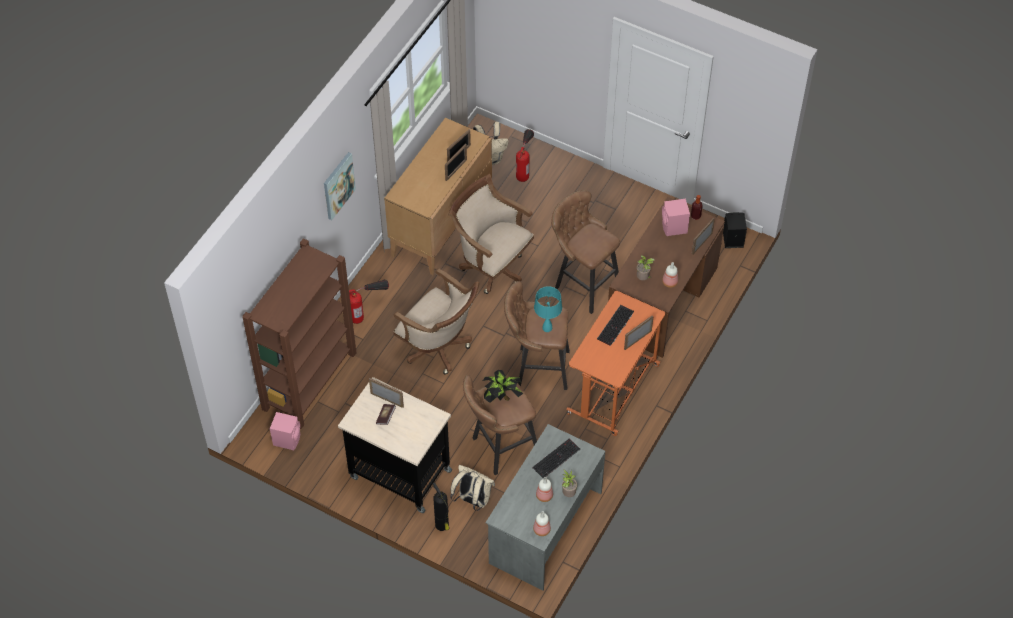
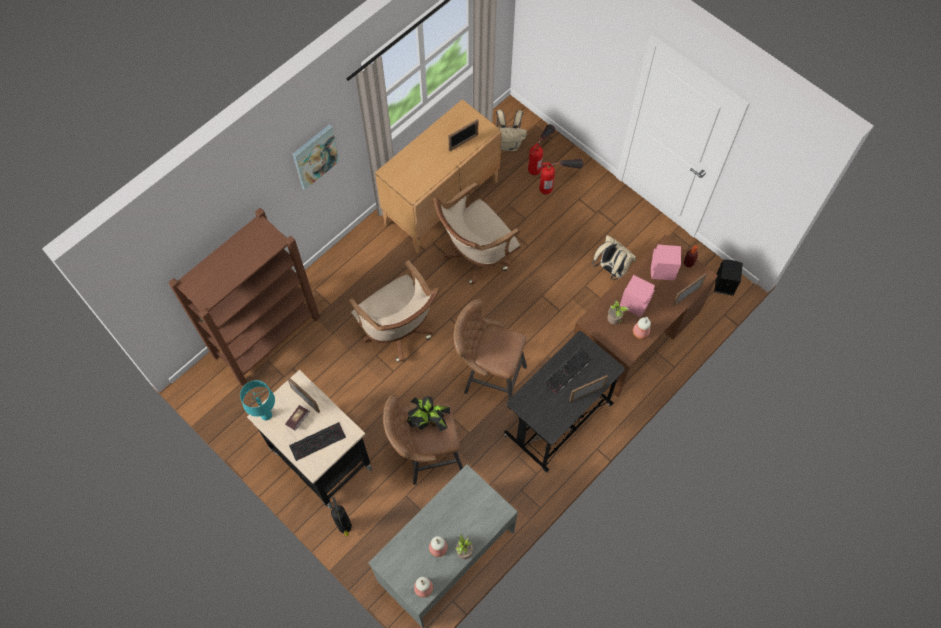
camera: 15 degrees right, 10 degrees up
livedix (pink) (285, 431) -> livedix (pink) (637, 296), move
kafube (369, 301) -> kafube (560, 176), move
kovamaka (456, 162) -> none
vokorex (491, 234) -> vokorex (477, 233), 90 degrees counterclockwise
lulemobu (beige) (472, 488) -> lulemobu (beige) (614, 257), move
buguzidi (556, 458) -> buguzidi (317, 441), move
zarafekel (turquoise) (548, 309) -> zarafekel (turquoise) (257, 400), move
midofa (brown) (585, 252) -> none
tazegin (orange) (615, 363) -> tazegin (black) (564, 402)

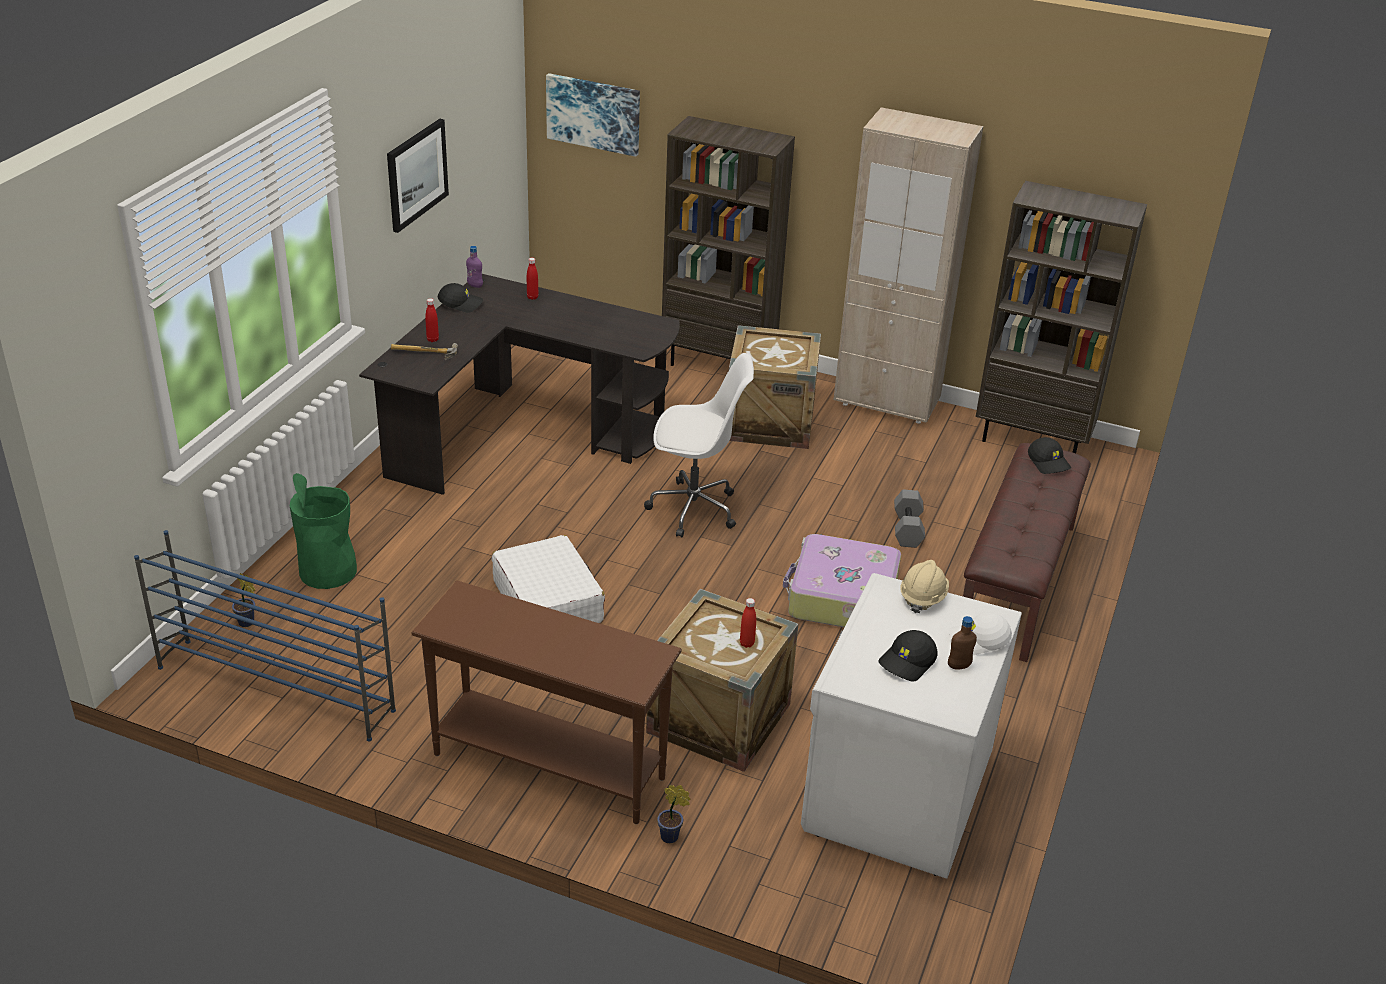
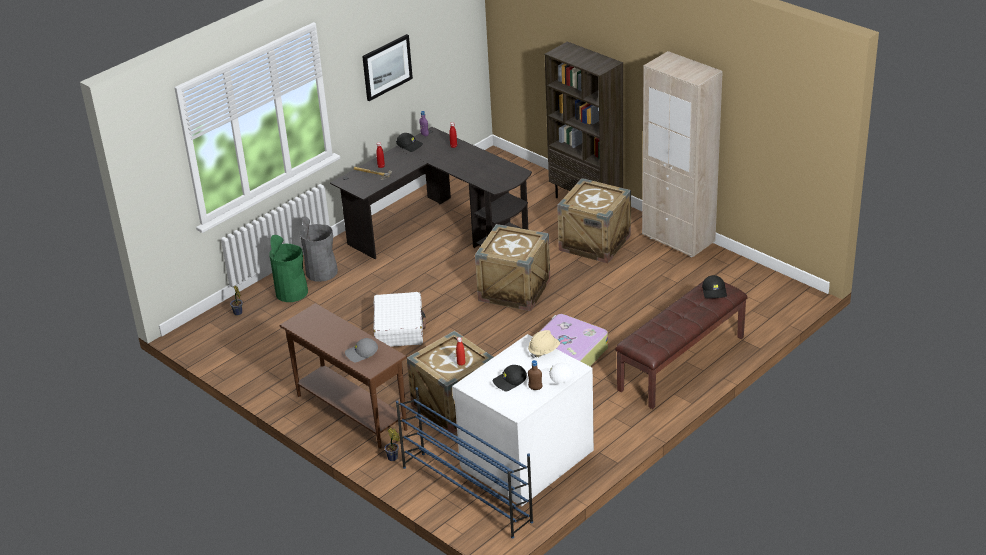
camera: 25 degrees right, 0 degrees up
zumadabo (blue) (265, 635) -> zumadabo (blue) (464, 463), move
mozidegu (593, 115) -> none
vokorex (white) (699, 445) -> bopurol (512, 267)
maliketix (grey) (909, 518) -> none
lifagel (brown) (1061, 317) -> none
none -> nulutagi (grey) (319, 249)
none -> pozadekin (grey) (361, 350)

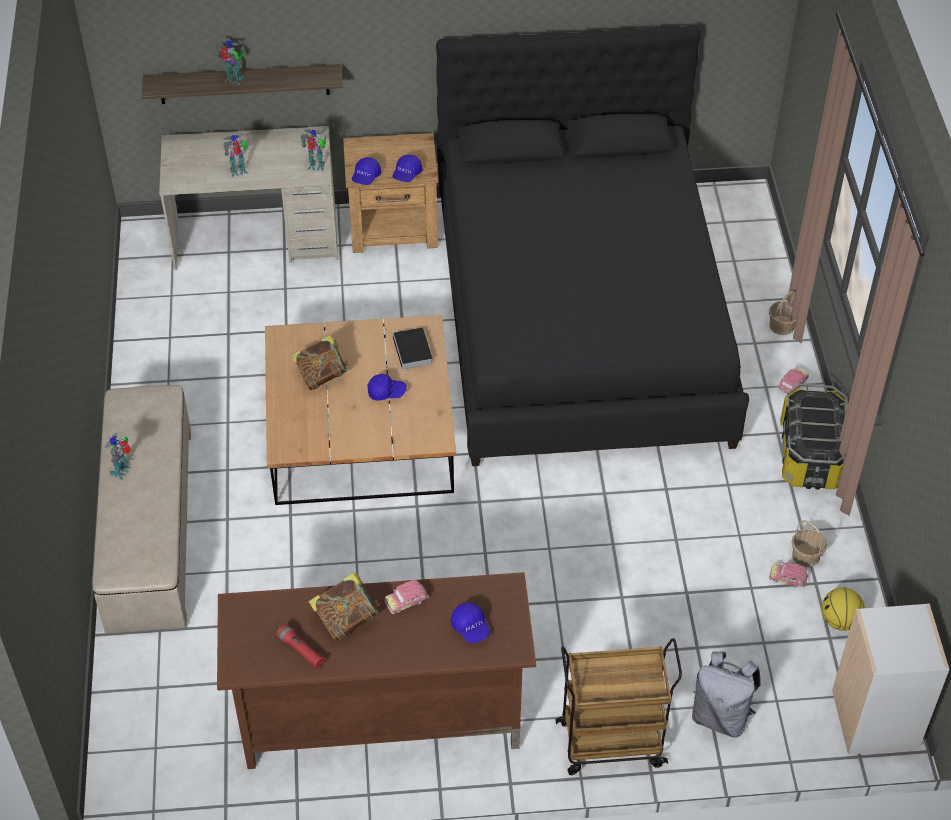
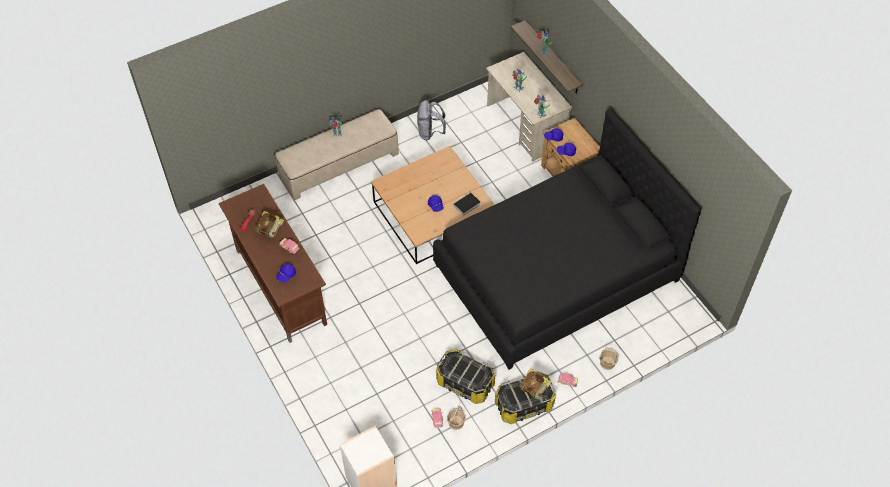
camera: 65 degrees right, 5 degrees up
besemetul (320, 362) -> besemetul (535, 383), move
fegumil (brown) (618, 706) -> none
lulemobu (grey) (726, 694) -> lulemobu (grey) (431, 120), move
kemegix (843, 609) -> none
none -> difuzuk (465, 376)

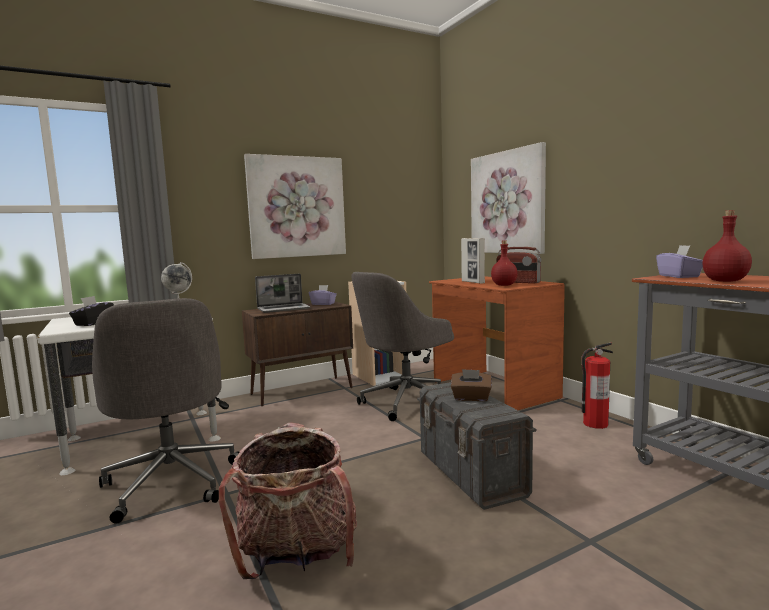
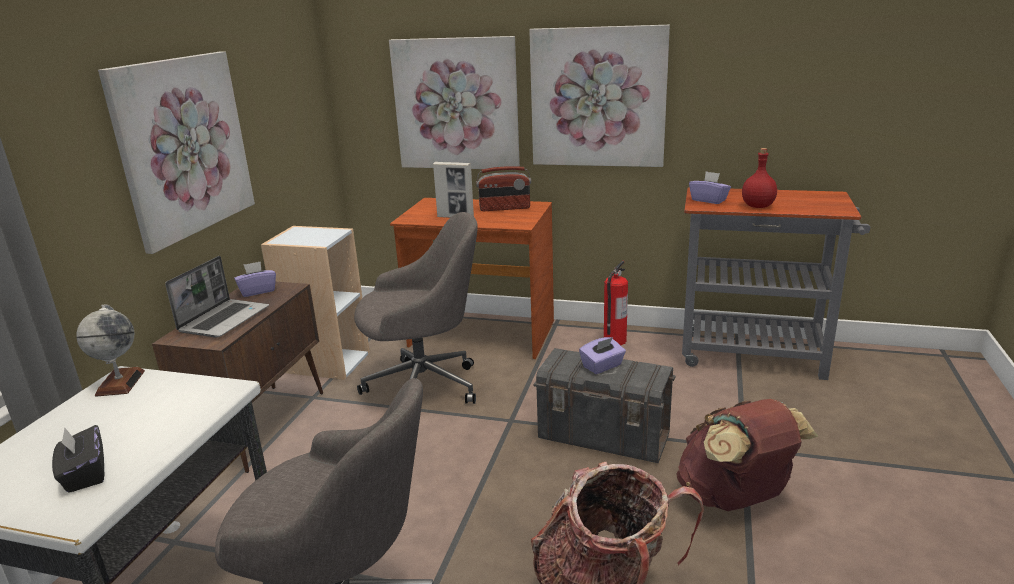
camera: 45 degrees left, 15 degrees up
vokorex (grey) (403, 346) -> vokorex (grey) (416, 308), 105 degrees counterclockwise
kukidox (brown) (471, 385) -> kukidox (purple) (602, 355)
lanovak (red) (504, 263) -> none
none -> mozidegu (599, 96)
none -> lulemobu (brown) (747, 455)

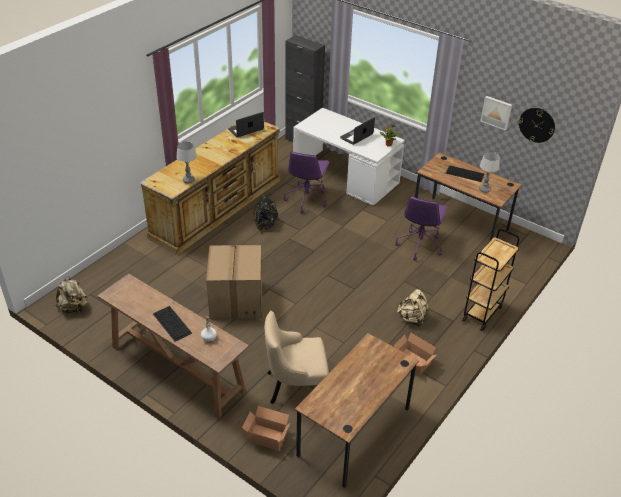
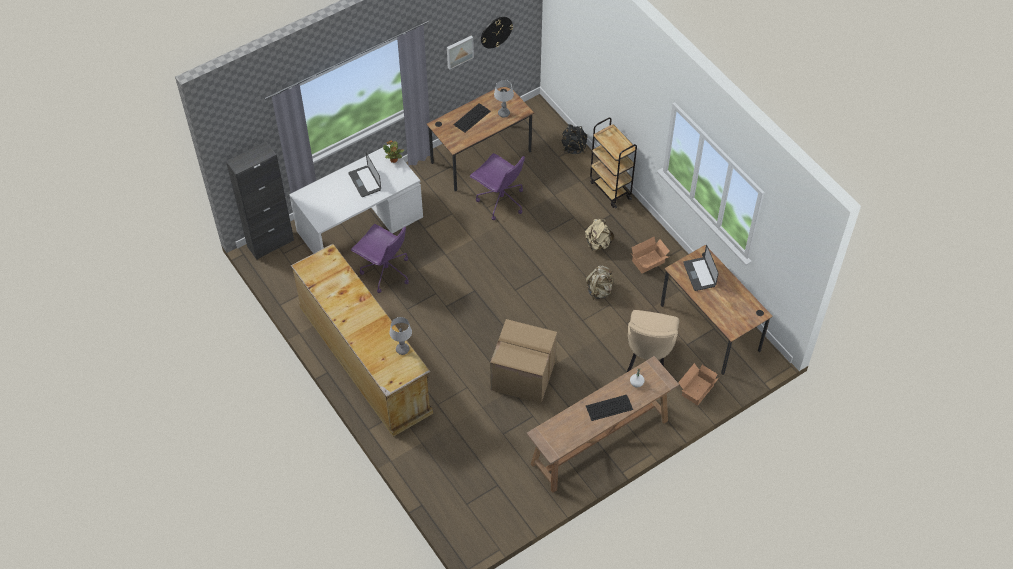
camera: 70 degrees left, 15 degrees up
lulemobu (beige) (71, 295) -> lulemobu (beige) (600, 283), move
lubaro (246, 124) -> lubaro (701, 267), move
lulemobu (black) (265, 213) -> lulemobu (black) (574, 139), move

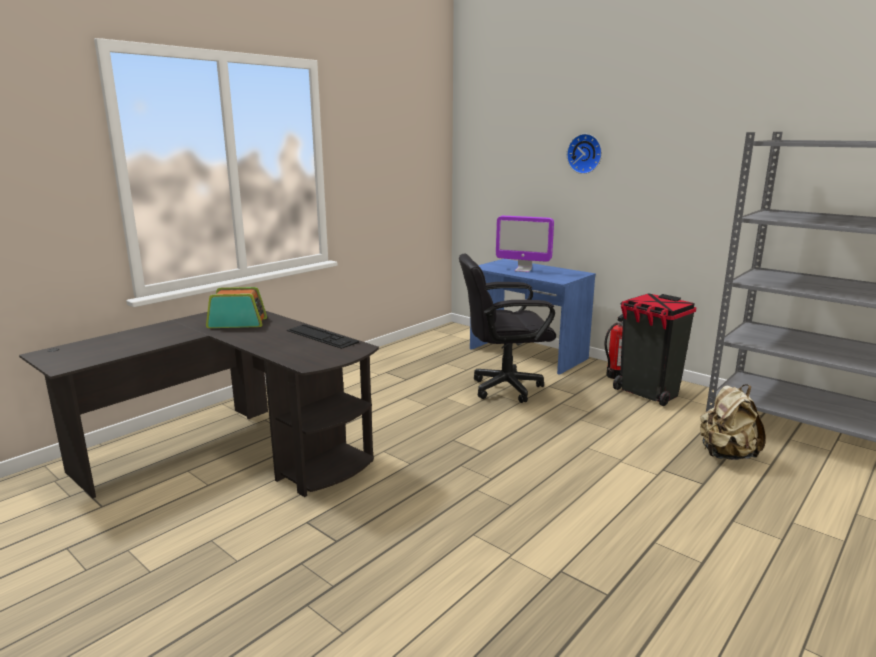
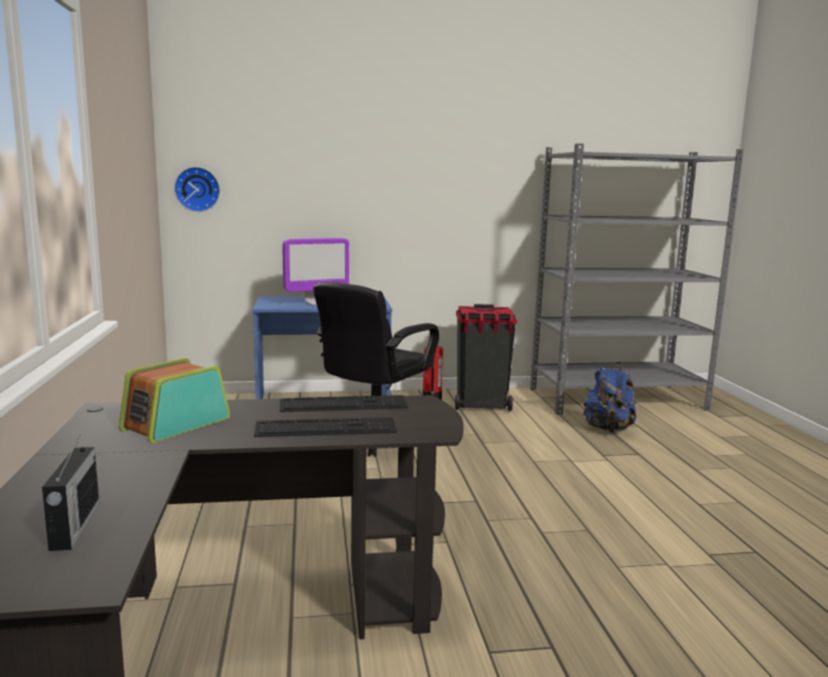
camera: 50 degrees left, 5 degrees down
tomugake (584, 154) -> tomugake (197, 189), move
lulemobu (beige) (733, 422) -> lulemobu (blue) (609, 397)
none -> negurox (70, 493)
none -> buguzidi (325, 427)

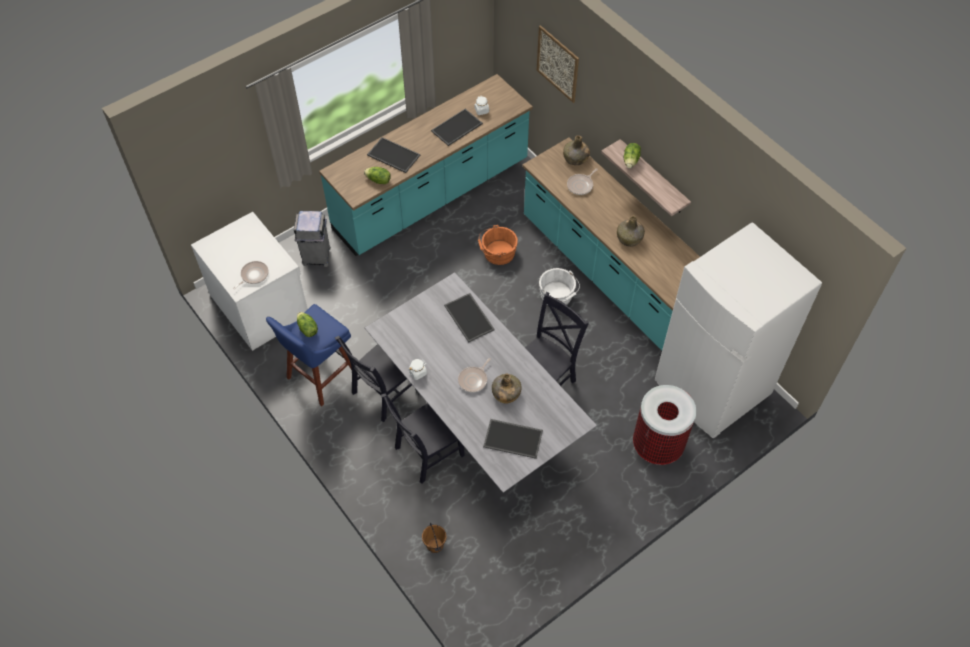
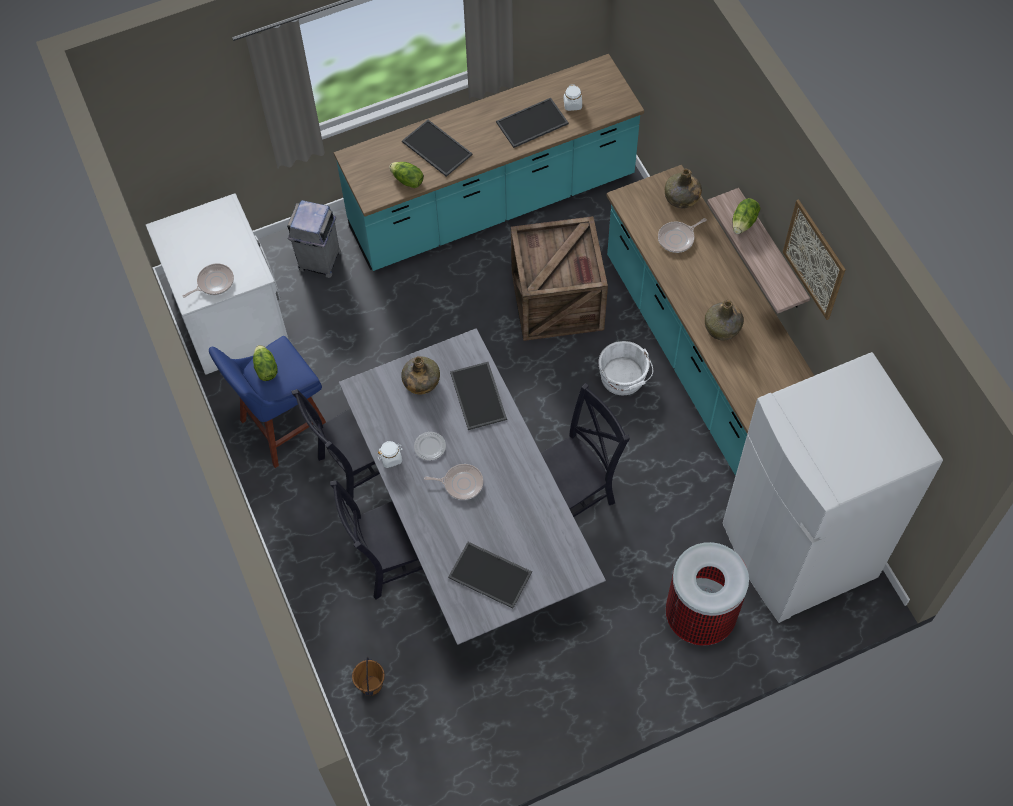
camera: 15 degrees right, 5 degrees up
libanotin (474, 375) -> libanotin (453, 482), 135 degrees counterclockwise
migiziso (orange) (498, 245) -> bopurol (559, 278)
lanovak (green) (507, 388) -> lanovak (green) (420, 375), move
mozidegu (558, 64) -> mozidegu (814, 259), move
none -> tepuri (430, 446)

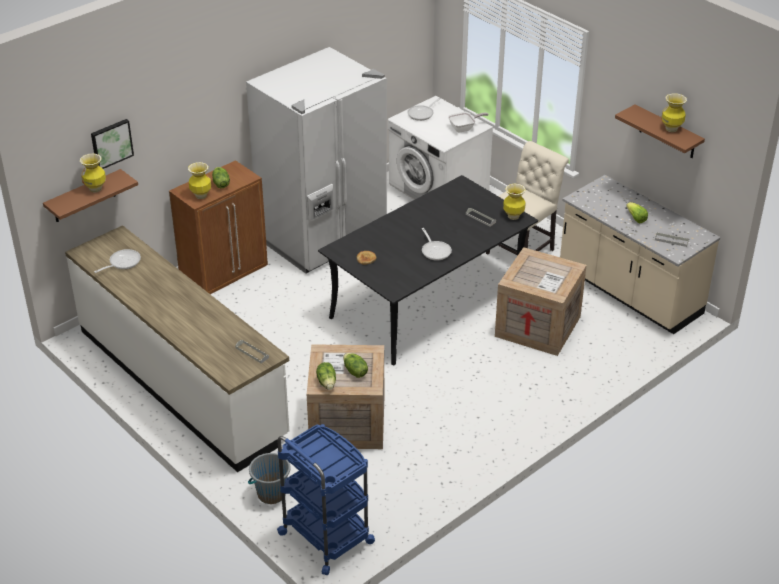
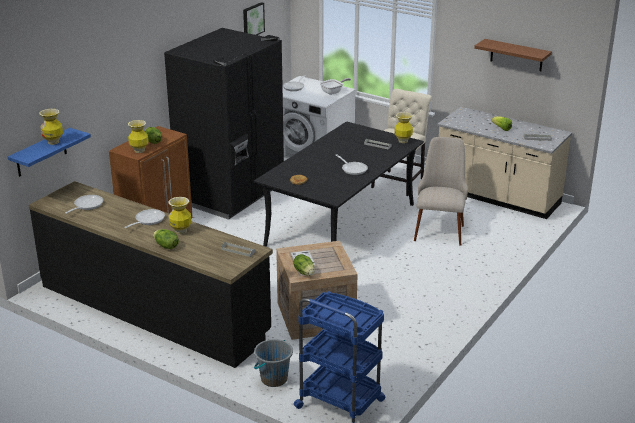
camera: 15 degrees left, 10 degrees down
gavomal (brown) (90, 195) -> gavomal (blue) (49, 152)
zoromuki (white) (177, 348) -> zoromuki (black) (151, 274)
mozidegu (112, 144) -> mozidegu (254, 18), move
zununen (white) (316, 160) -> zununen (black) (224, 124)
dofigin (355, 365) -> dofigin (166, 239), move
bopurol (541, 301) -> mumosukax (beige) (441, 191)
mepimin (674, 112) -> mepimin (180, 216), move
none -> libanotin (144, 218)

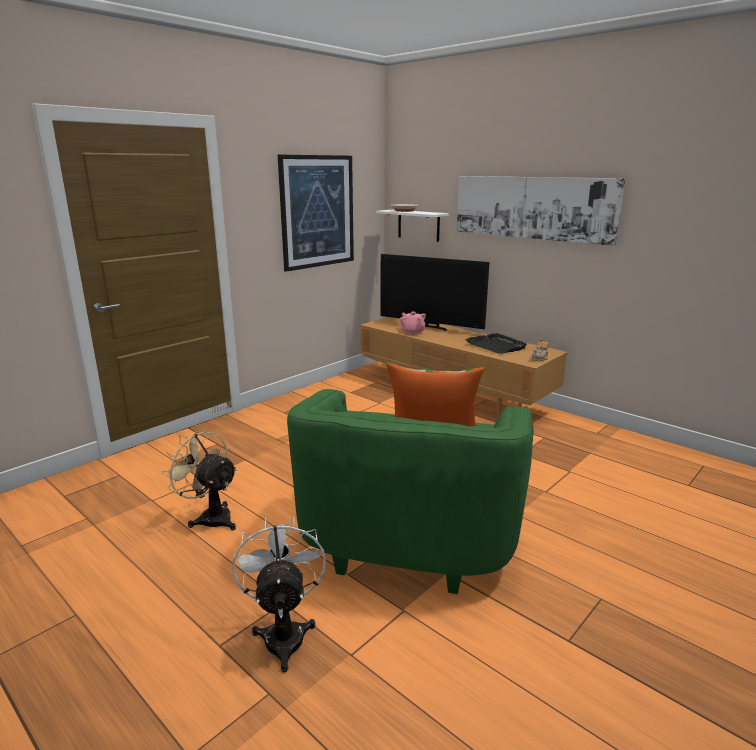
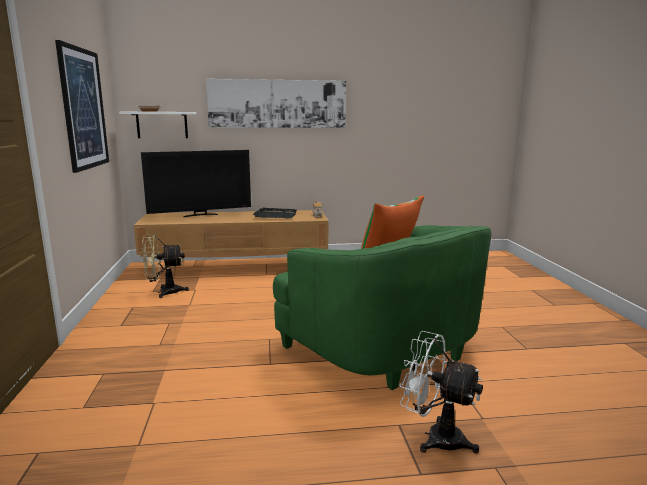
camera: 50 degrees left, 5 degrees down
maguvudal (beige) (199, 479) -> maguvudal (beige) (165, 266), move
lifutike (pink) (413, 323) -> none

